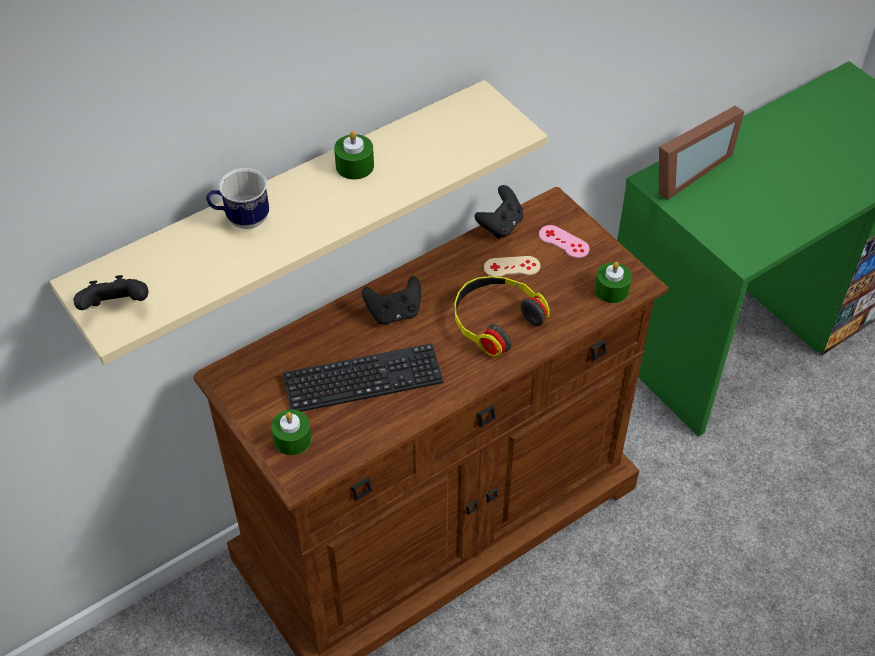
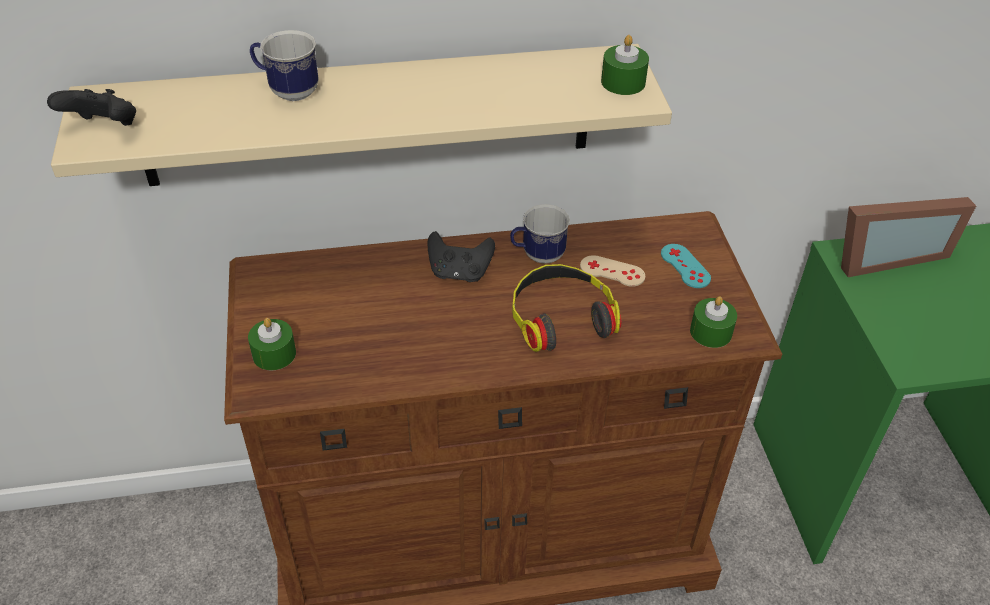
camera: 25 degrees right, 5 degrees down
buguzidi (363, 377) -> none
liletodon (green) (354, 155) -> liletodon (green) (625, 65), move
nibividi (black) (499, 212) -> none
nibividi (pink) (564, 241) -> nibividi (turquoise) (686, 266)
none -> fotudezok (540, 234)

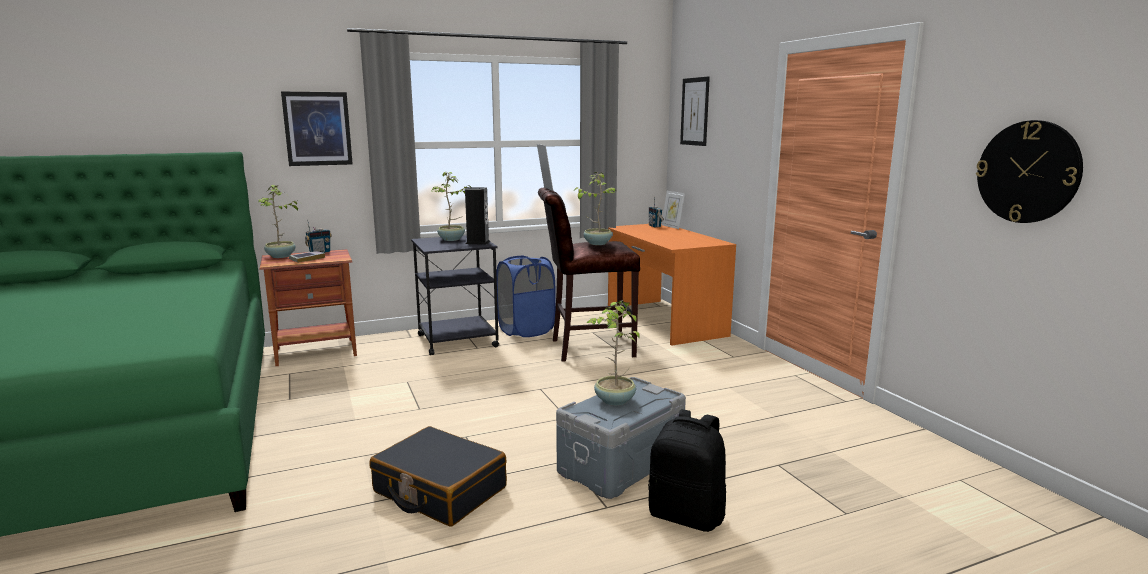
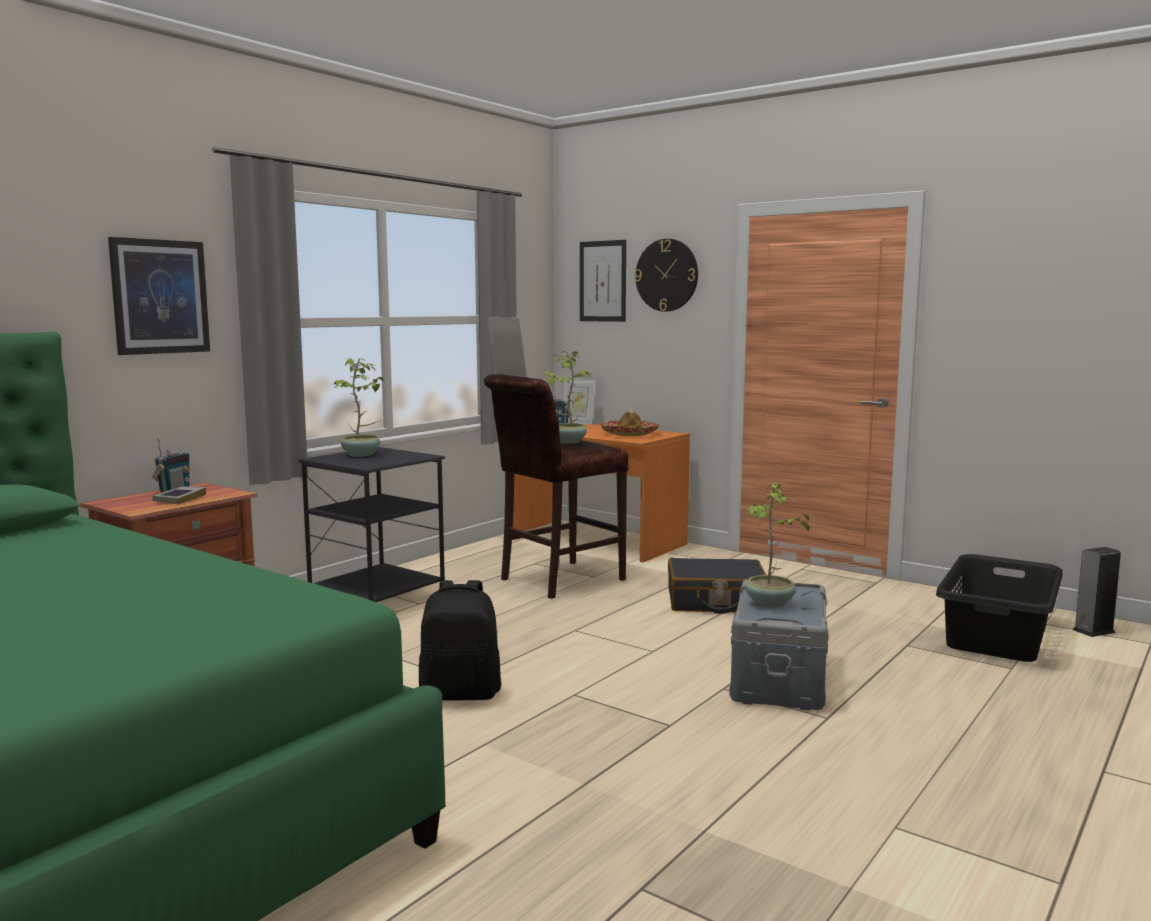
camera: 30 degrees left, 5 degrees down
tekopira (278, 221) -> none
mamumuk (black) (438, 476) -> mamumuk (black) (717, 586), move
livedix (477, 216) -> livedix (1096, 592), move
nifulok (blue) (526, 296) -> none
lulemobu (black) (687, 470) -> lulemobu (black) (460, 640), move
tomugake (1029, 171) -> tomugake (666, 275), move
none -> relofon (630, 423)
none -> nifulok (black) (999, 608)

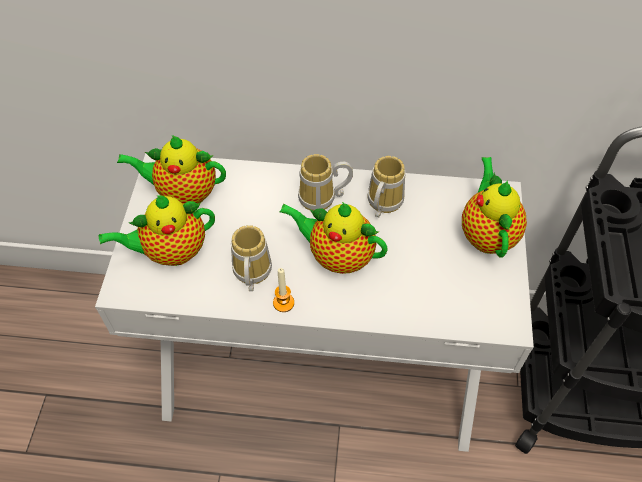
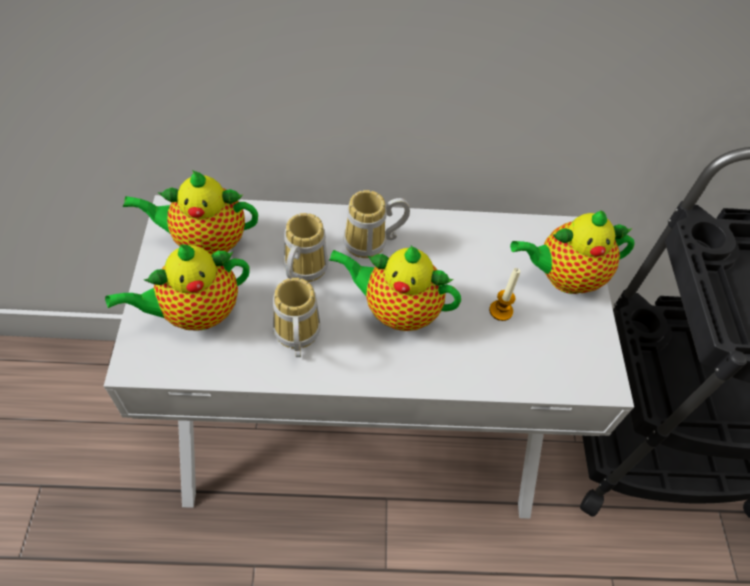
camera: 10 degrees left, 0 degrees up
liletodon (283, 290) -> liletodon (505, 294), move
fotudezok (386, 186) -> fotudezok (306, 247), move
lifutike (494, 207) -> lifutike (572, 252), 90 degrees counterclockwise

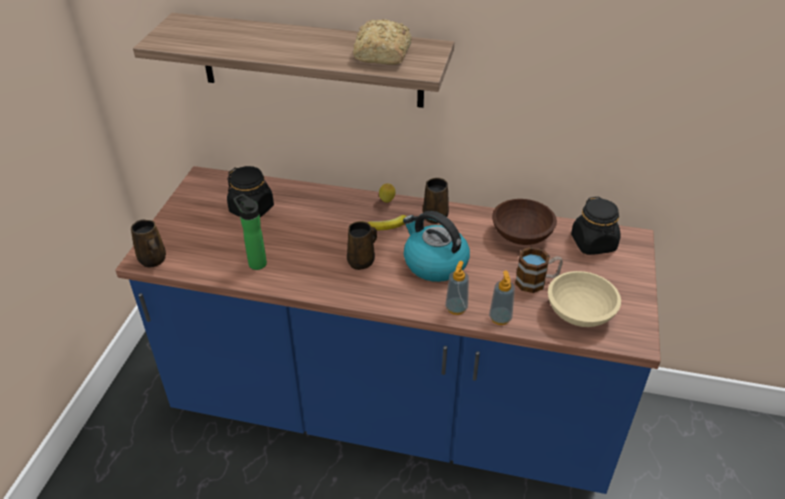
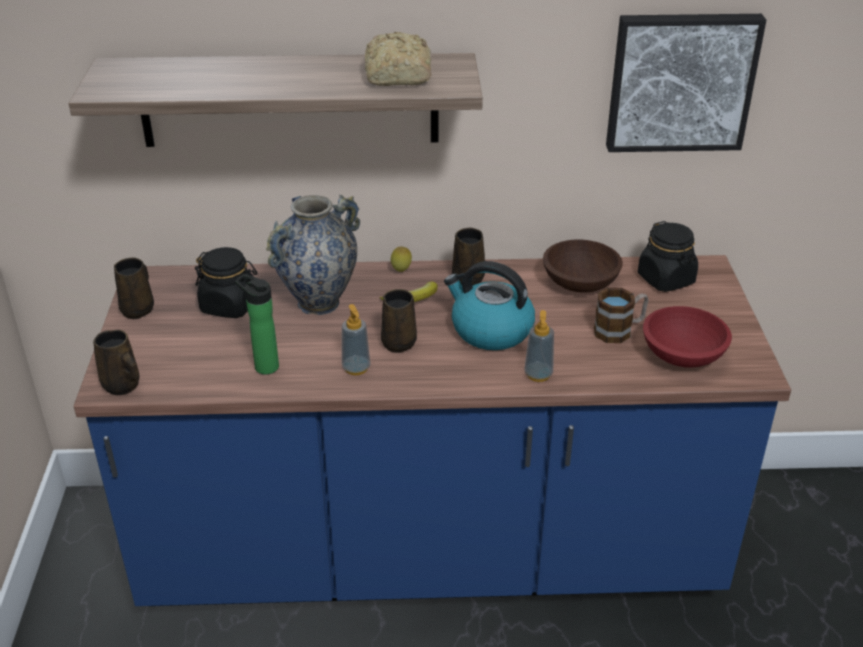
camera: 15 degrees left, 5 degrees down
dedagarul (502, 298) -> dedagarul (356, 339), move
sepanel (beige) (584, 299) -> sepanel (red) (687, 337)
none -> fotudezok (brown) (134, 288)
none -> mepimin (313, 255)
none -> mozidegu (686, 83)

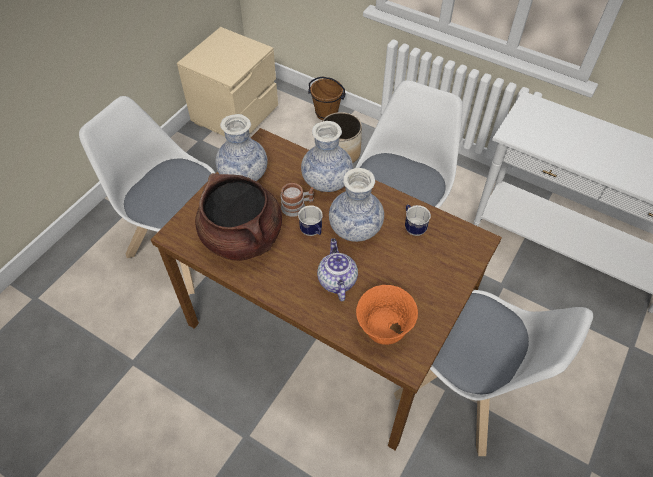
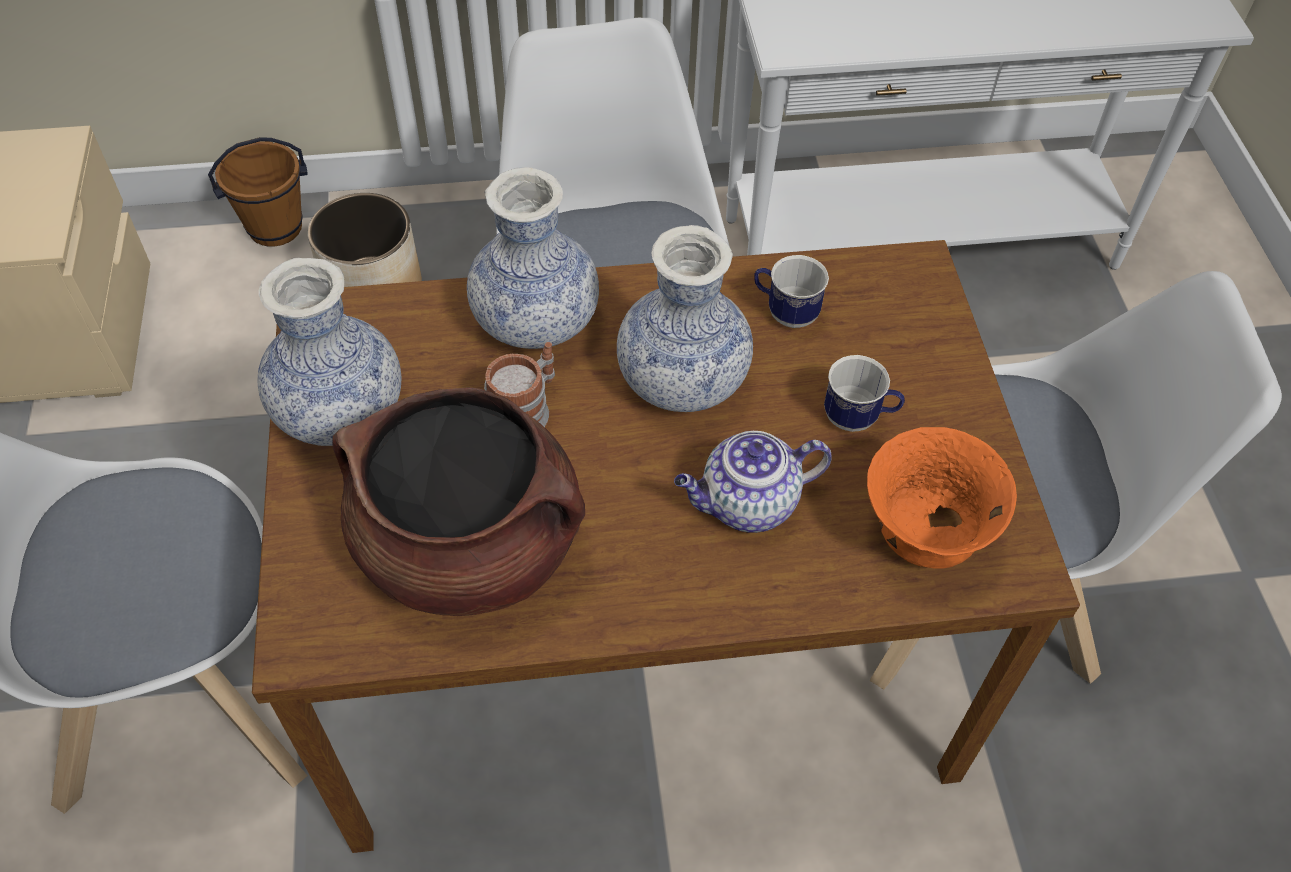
camera: 40 degrees left, 0 degrees up
fotudezok (310, 220) -> fotudezok (864, 393), move
lifutike (337, 269) -> lifutike (752, 482), 60 degrees counterclockwise

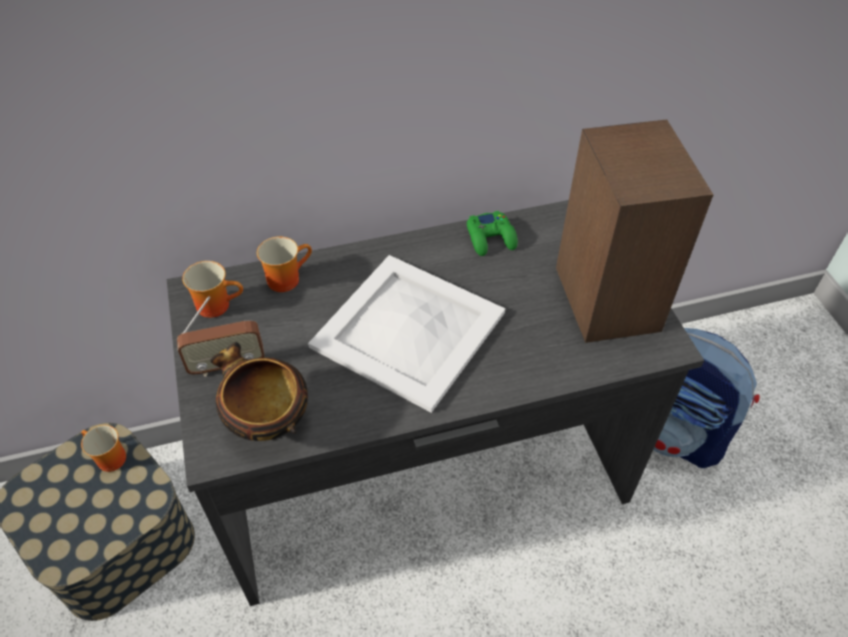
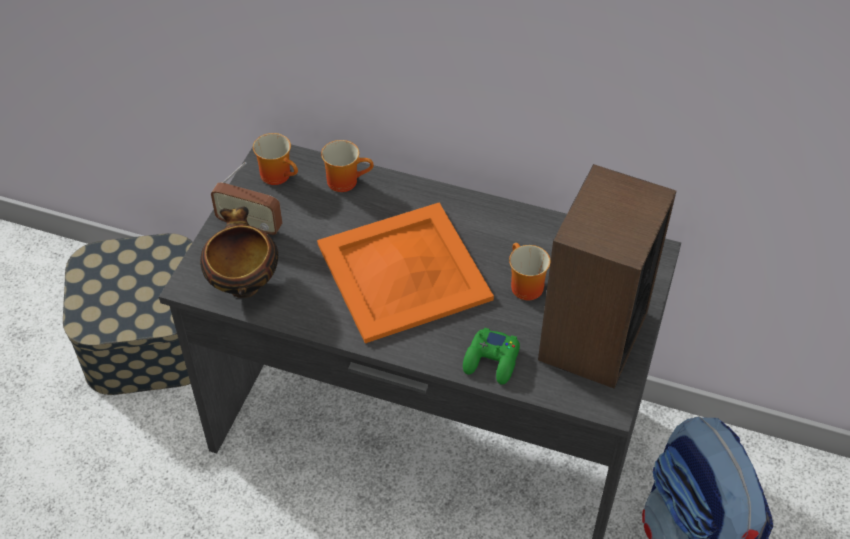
camera: 35 degrees right, 0 degrees up
fotudezok (103, 448) -> fotudezok (530, 271), move
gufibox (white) (406, 334) -> gufibox (orange) (405, 273)
nibividi (green) (492, 233) -> nibividi (green) (491, 356), move

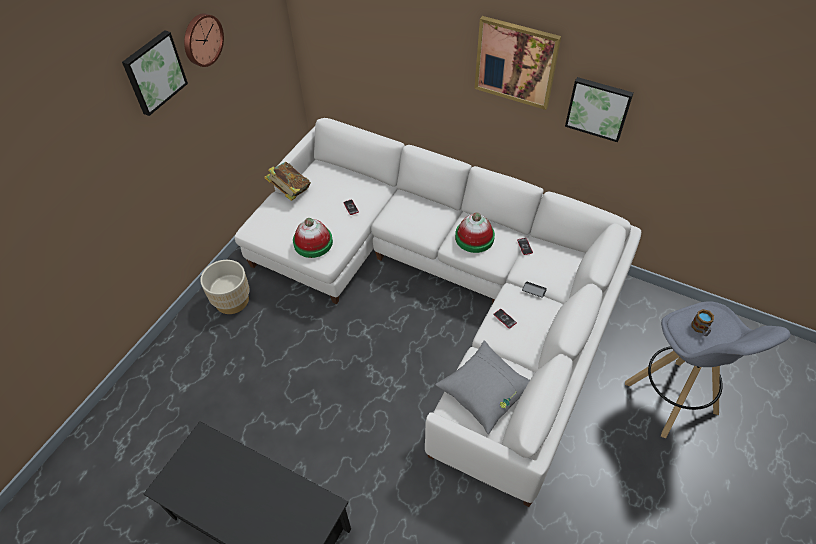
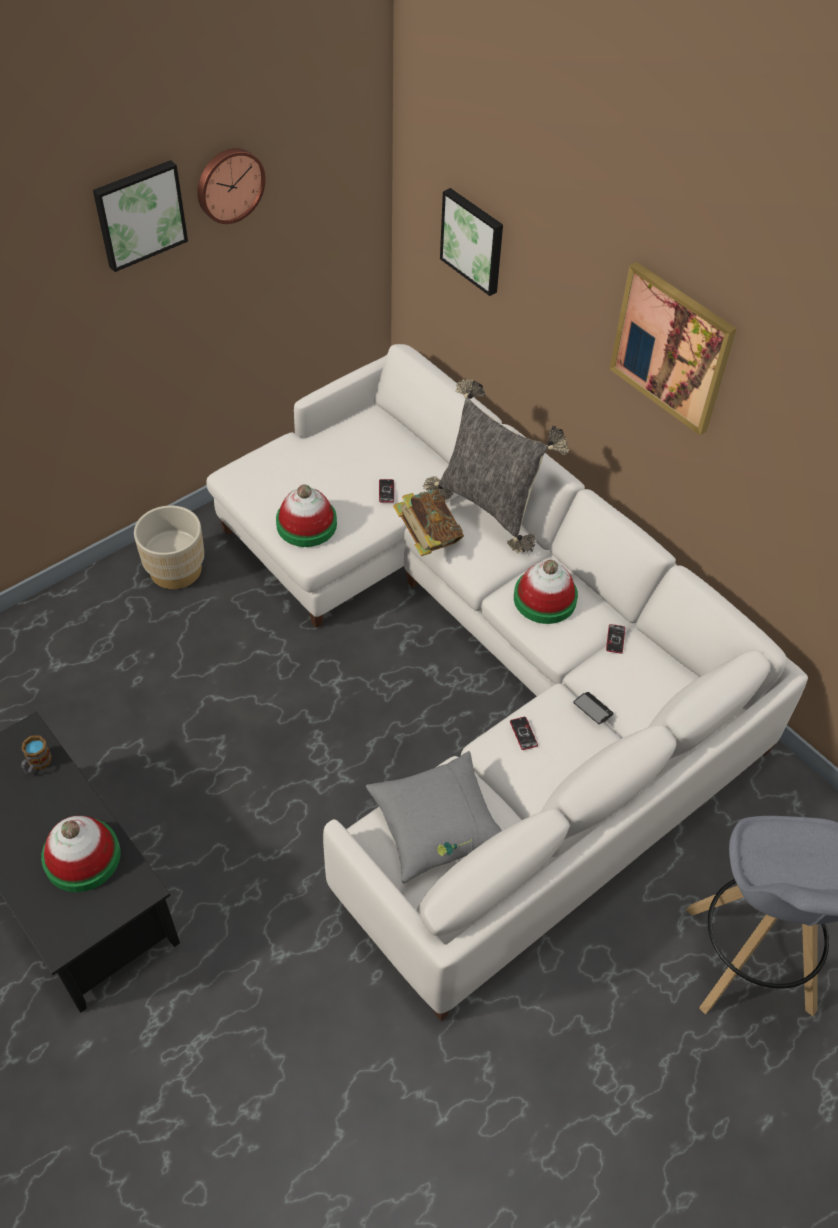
camera: 20 degrees right, 0 degrees up
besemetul (287, 181) -> besemetul (428, 522), move
mozidegu (599, 109) -> mozidegu (471, 242), move
fotudezok (702, 322) -> fotudezok (36, 754), move
none -> relofon (80, 854)
none -> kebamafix (496, 466)

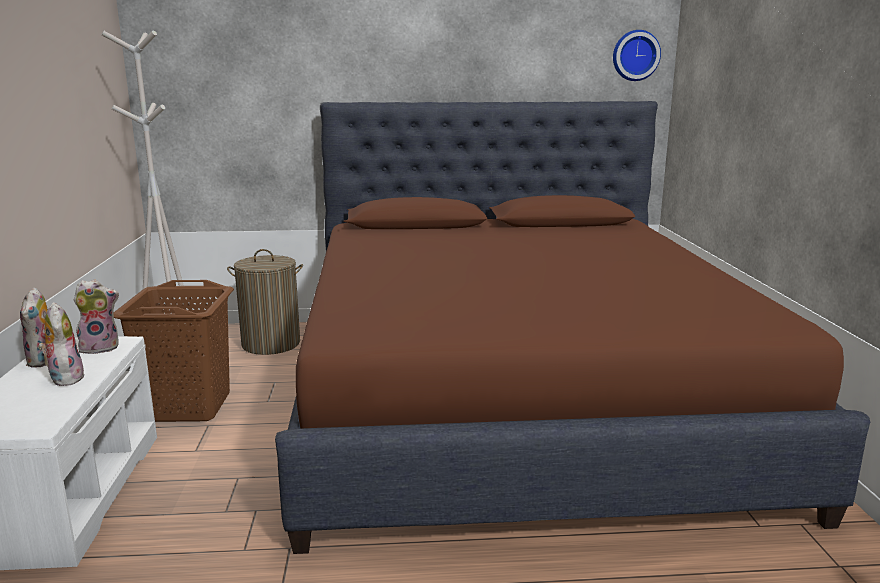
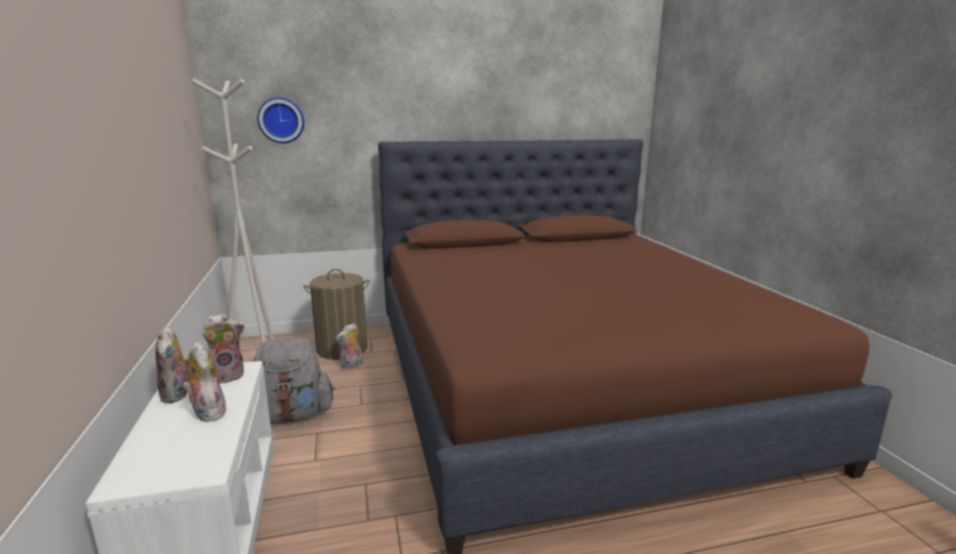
camera: 10 degrees left, 0 degrees up
nifulok (brown) (174, 351) -> lulemobu (grey) (294, 381)
tomugake (637, 55) -> tomugake (280, 120), move
none -> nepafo (349, 346)

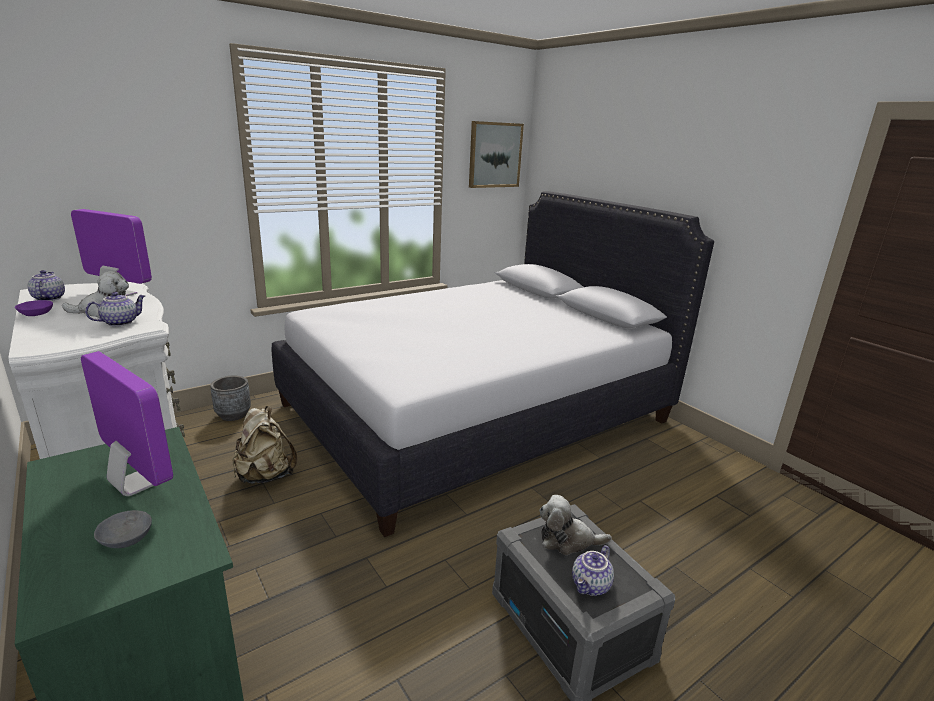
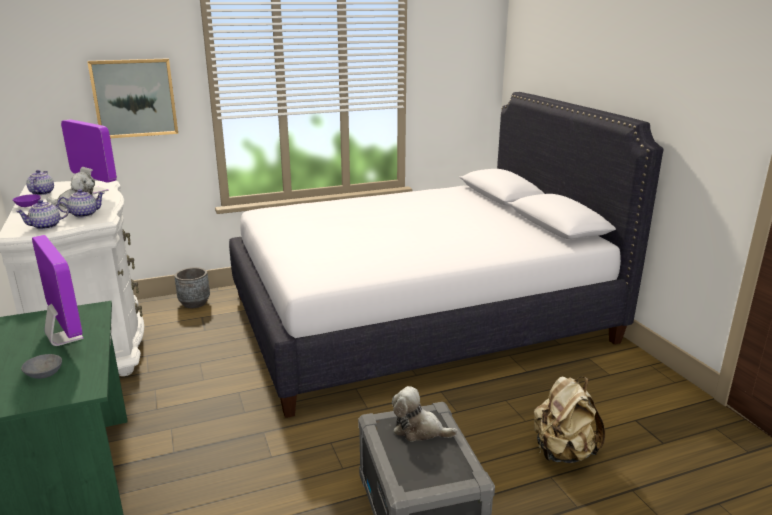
camera: 15 degrees right, 0 degrees up
lulemobu (beige) (264, 445) -> lulemobu (beige) (569, 419), move
mozidegu (496, 154) -> mozidegu (132, 98), move
lifutike (593, 570) -> lifutike (42, 215), move

